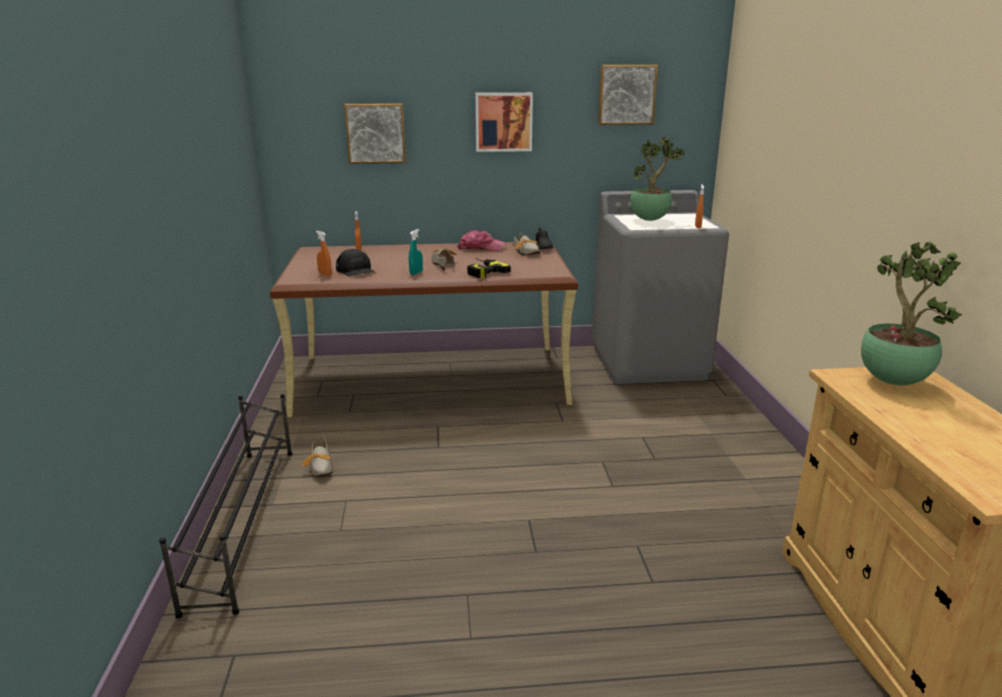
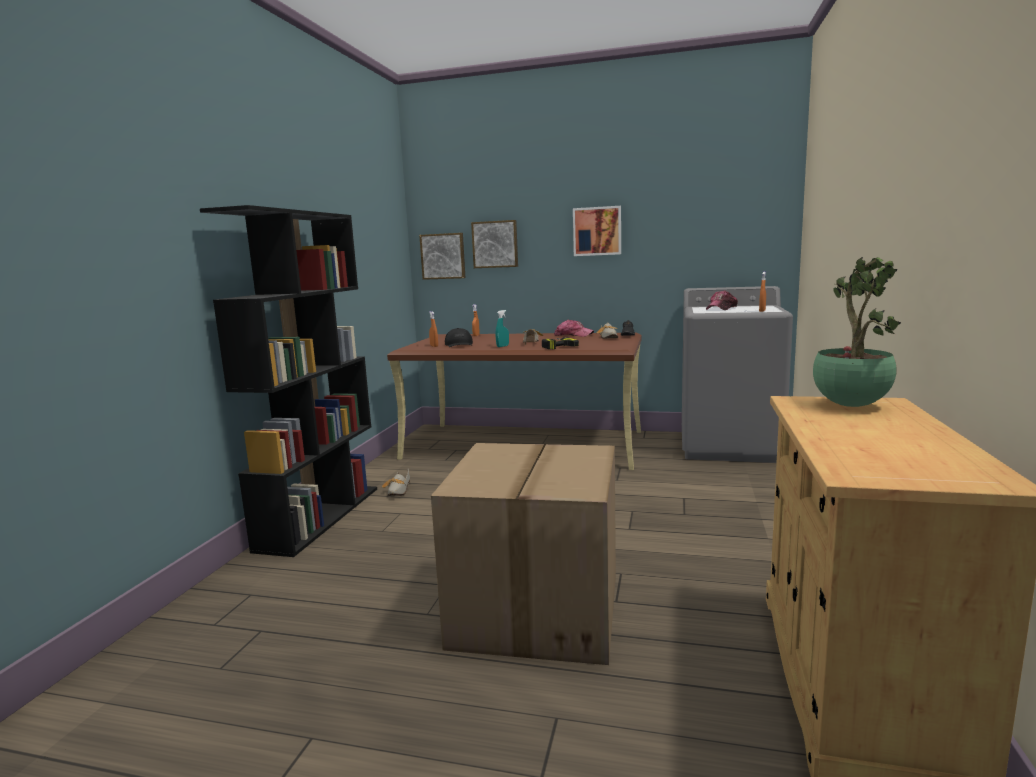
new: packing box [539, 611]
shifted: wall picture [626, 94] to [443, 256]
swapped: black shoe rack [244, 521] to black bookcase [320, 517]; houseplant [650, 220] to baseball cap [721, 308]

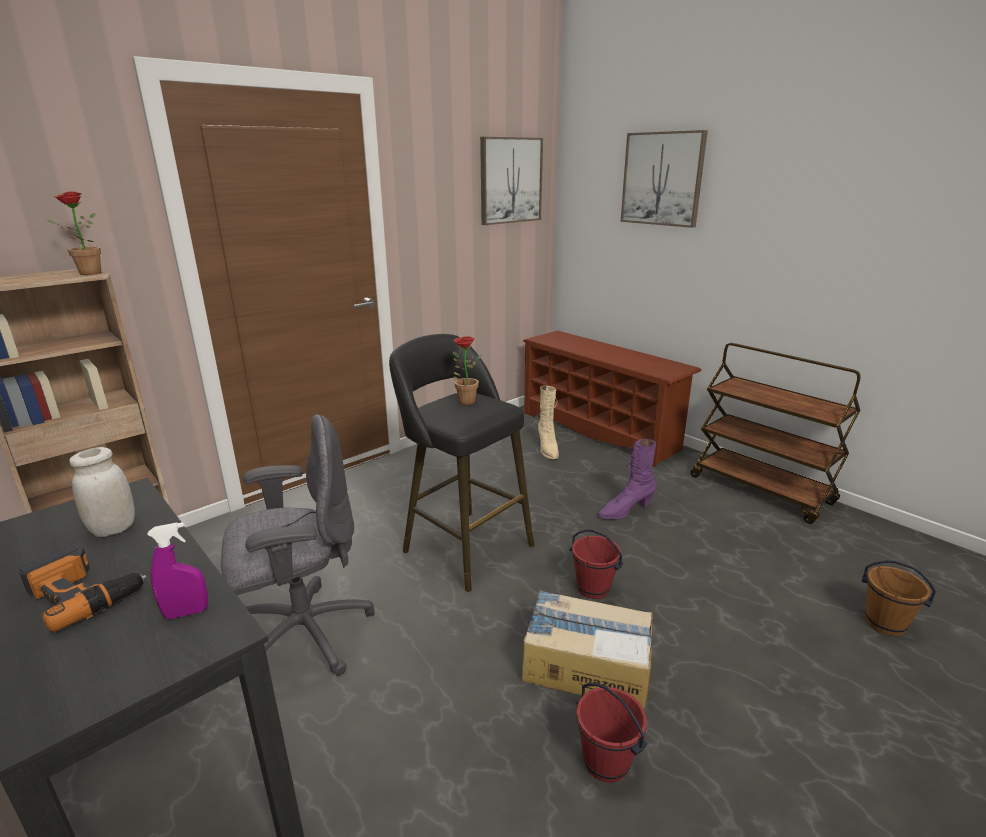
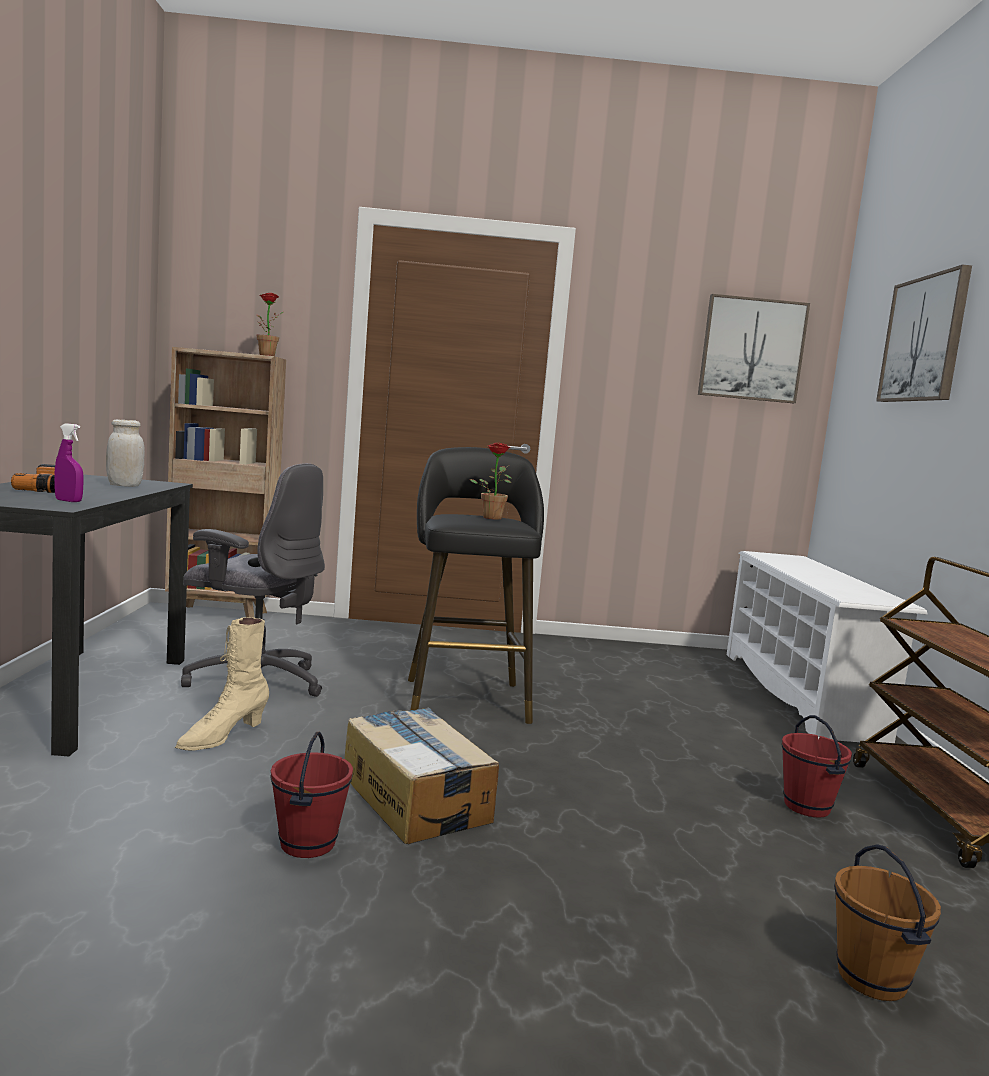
gone: purple-coloured boot [625, 511]
shifted: beige boot [547, 449] to [222, 737]; reddish bucket [593, 588] to [807, 807]
repainted: brown shoe rack [600, 430] to white shoe rack [801, 694]

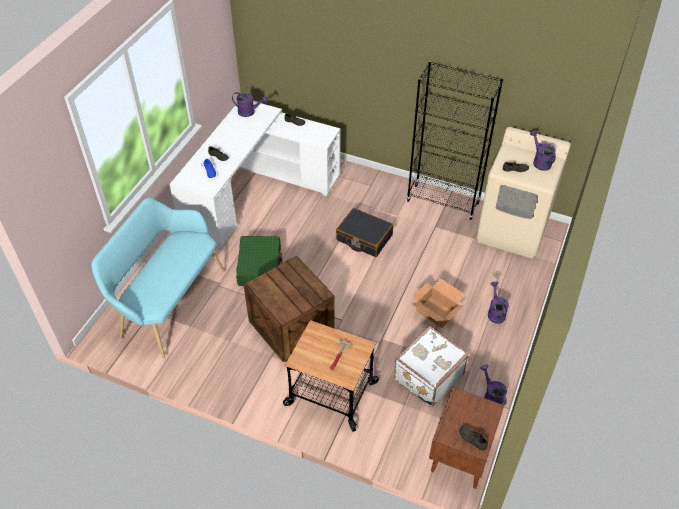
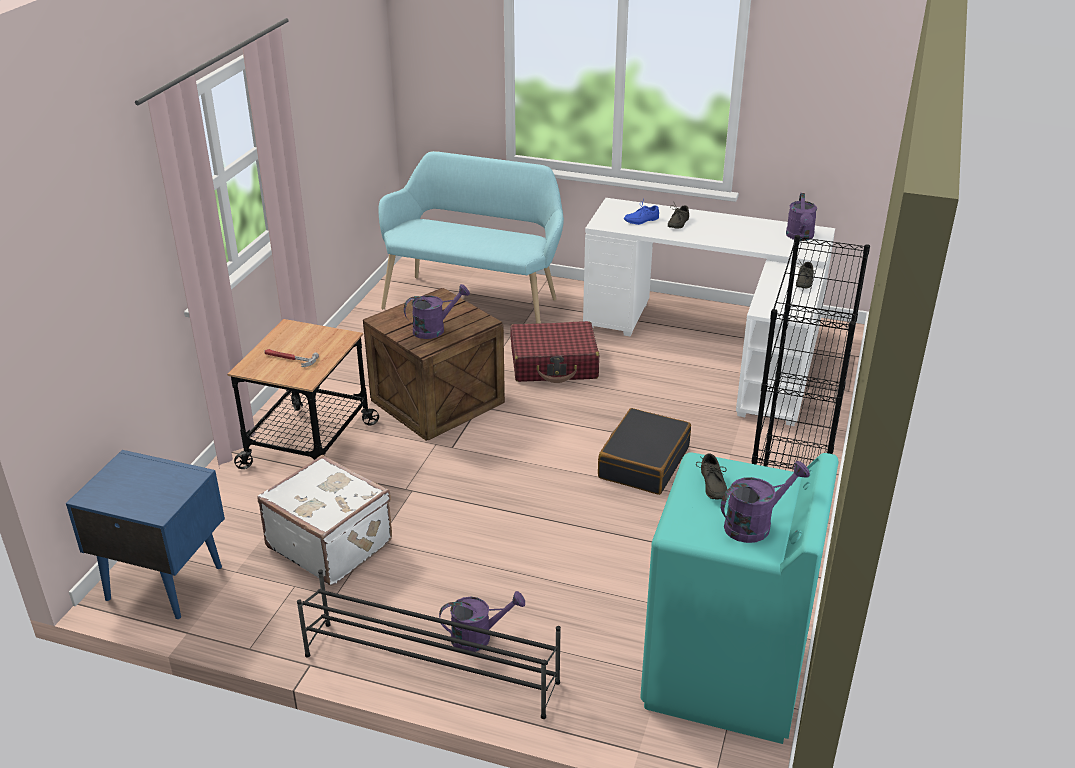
gone: packing box [436, 312]; greyish shoe [473, 438]
new: black shoe rack [430, 668]
shifted: purple-coloured watering can [491, 397] to [434, 329]
repainted: green suitcase [260, 266] to reddish suitcase [554, 364]; brown nightstand [459, 459] to bluish nightstand [163, 581]; beige laundry appliance [512, 230] to turquoise-coloured laundry appliance [725, 676]

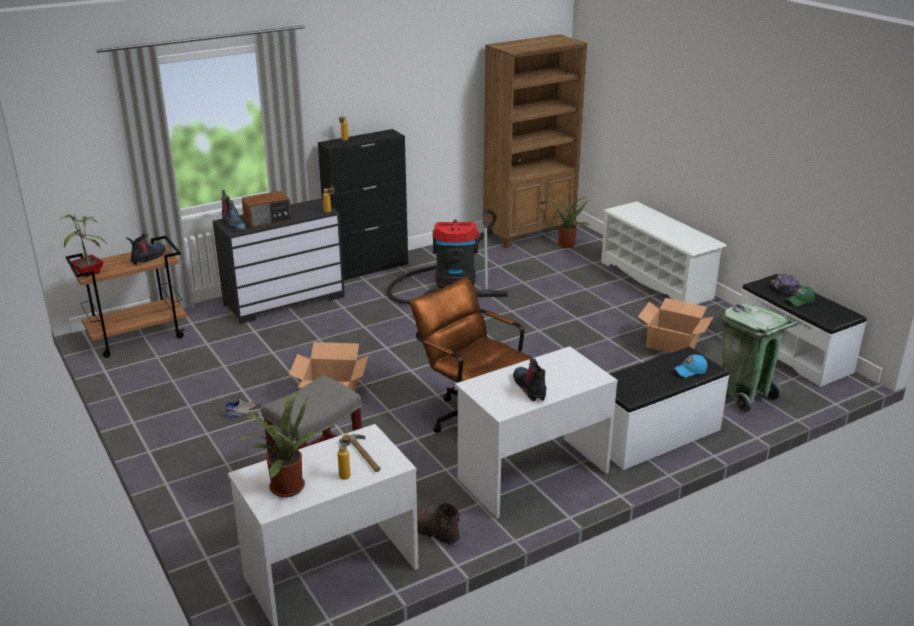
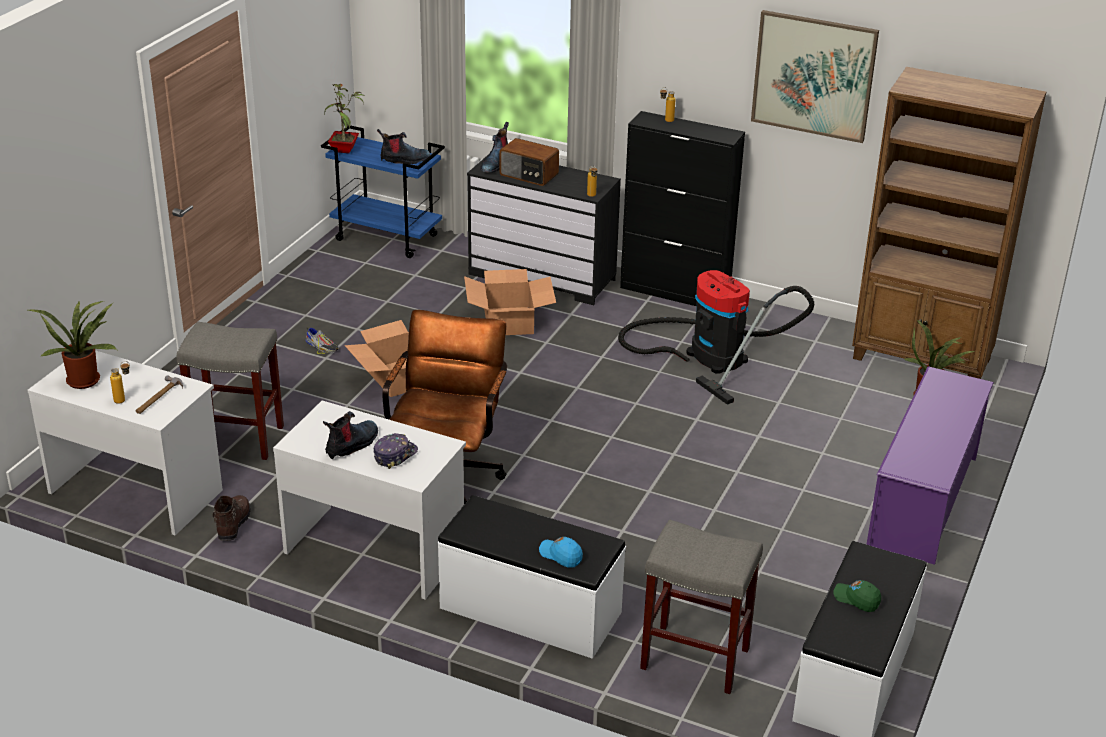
new: wall picture [813, 76]
shifted: packing box [672, 343] to [509, 321]; baseball cap [783, 288] to [395, 455]
swapped: green waste bin [744, 396] to greyish stool [693, 658]
repainted: brown cart [138, 337] to bluish cart [388, 238]; white shoe rack [656, 280] to purple-coloured shoe rack [923, 500]

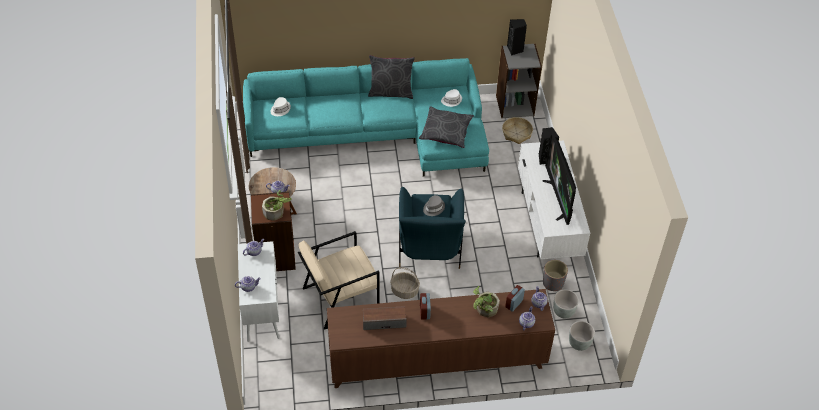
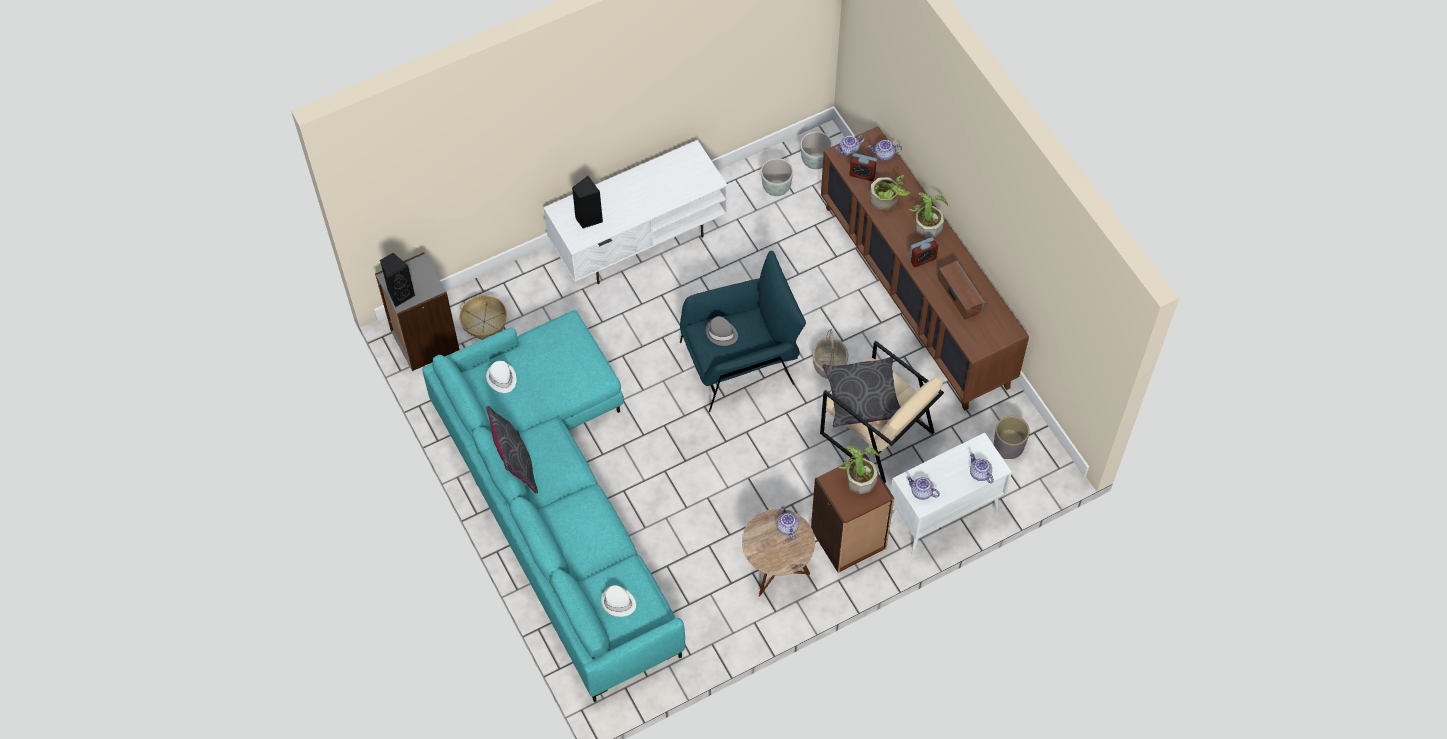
gone: TV set [559, 199]
new: houseplant [927, 224]
shifted: greyish throw pillow [446, 131] to [862, 397]; greyish flower pot [553, 283] to [1008, 446]

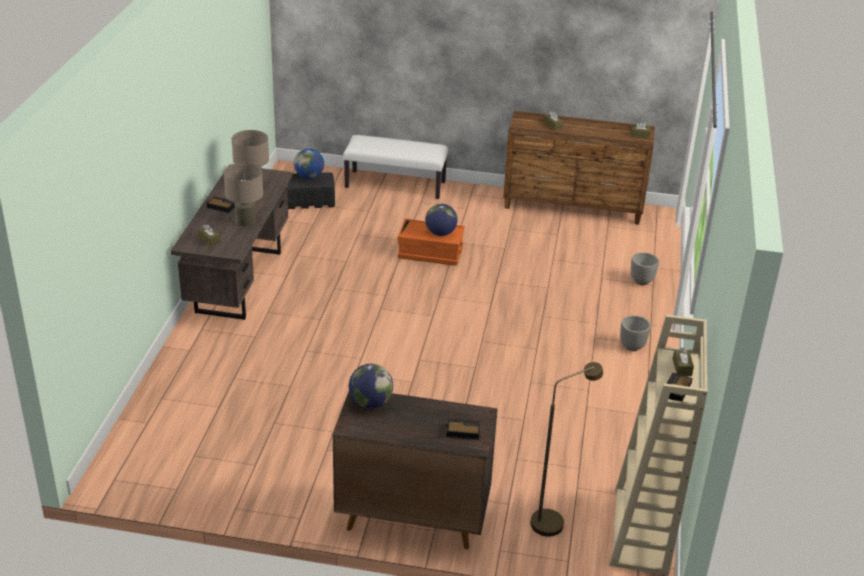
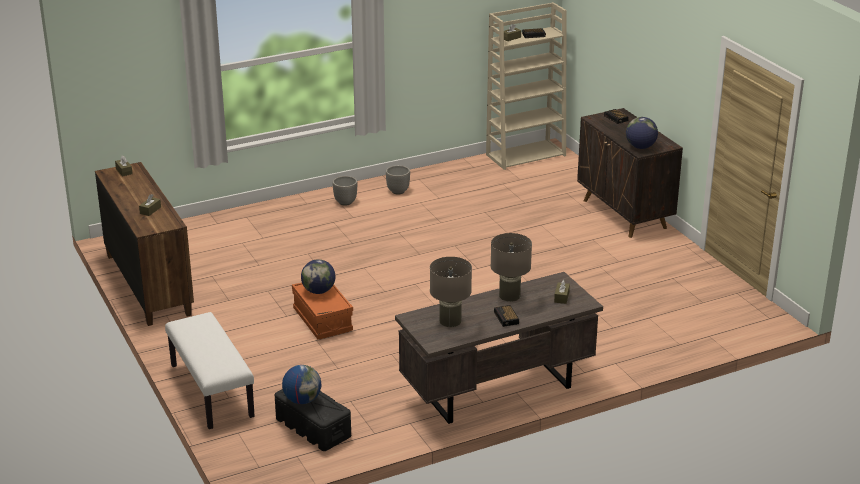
gone: brown standard lamp [553, 520]
shifted: flower pot [642, 281] to [398, 191]

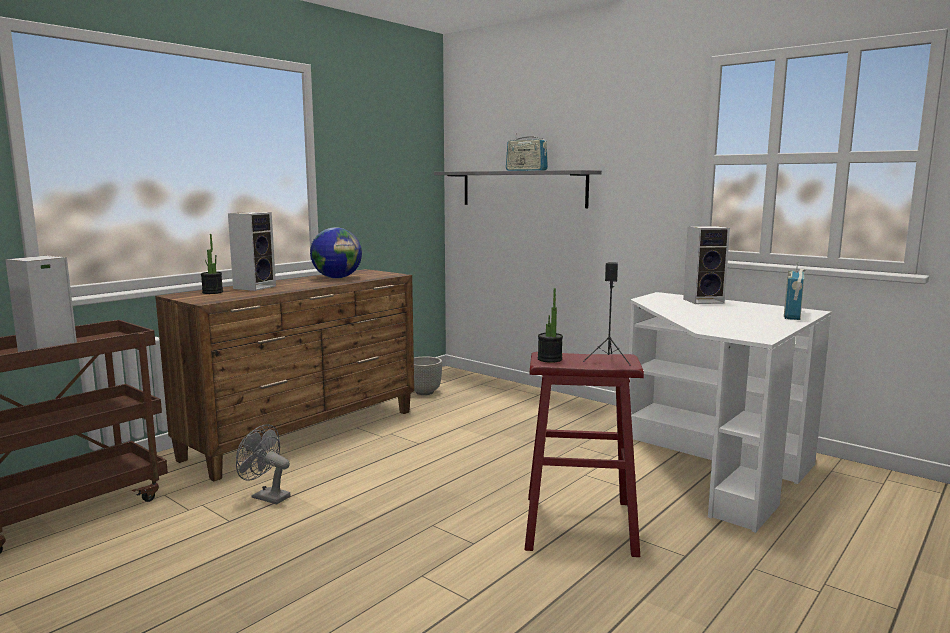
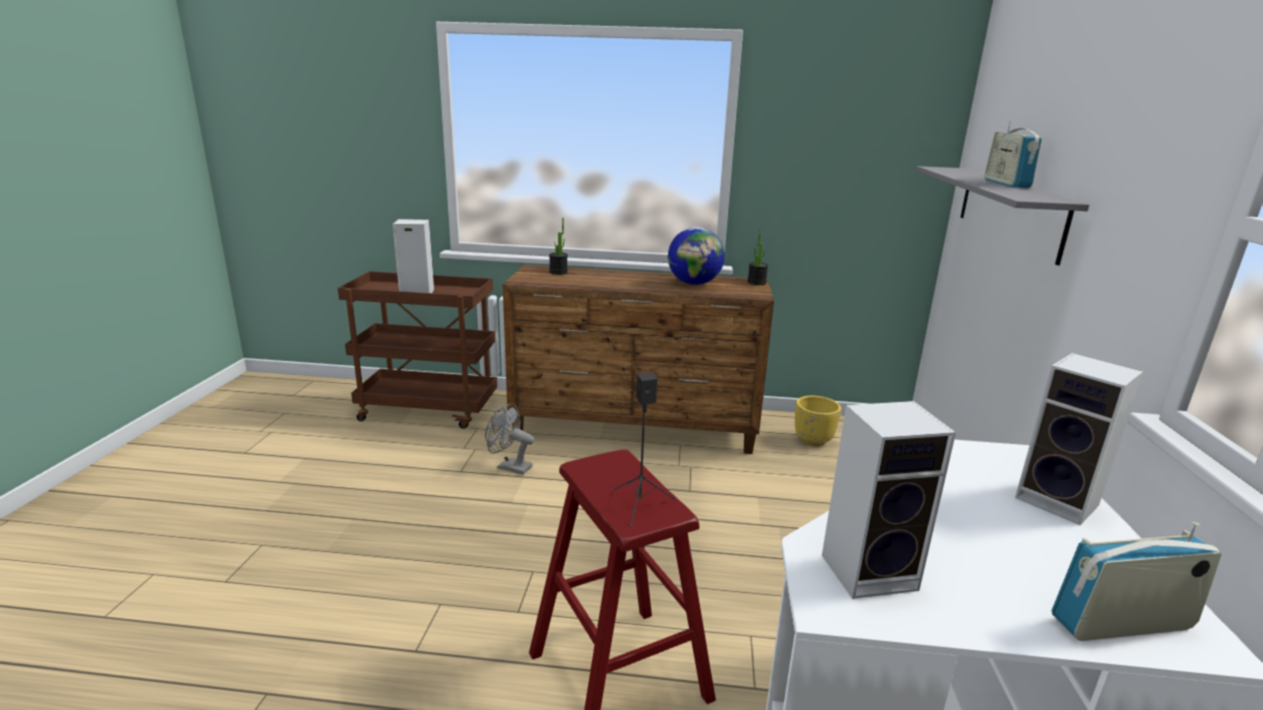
shifted: speaker [255, 287] to [871, 571]; houseplant [549, 359] to [756, 282]
repainted: greyish flower pot [424, 392] to yellow flower pot [813, 440]
rotated: greyish electric fan [266, 496] = [509, 467] 60 degrees counterclockwise

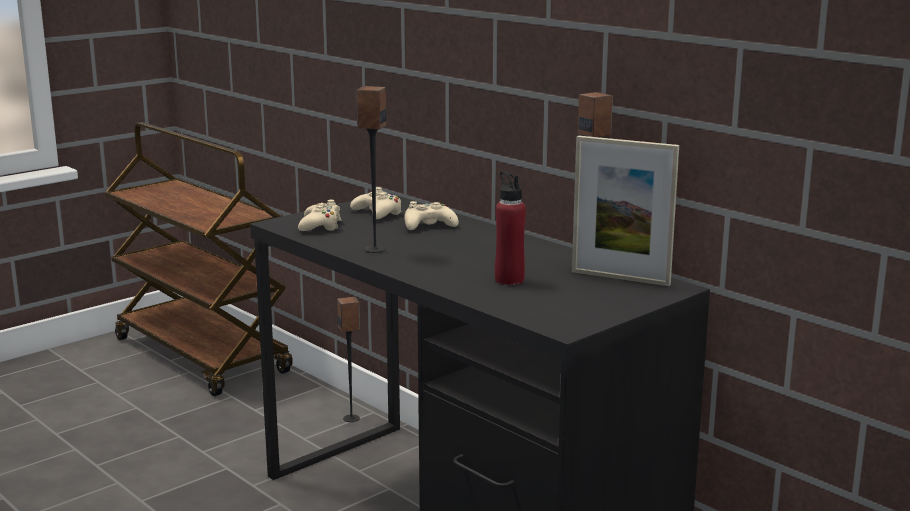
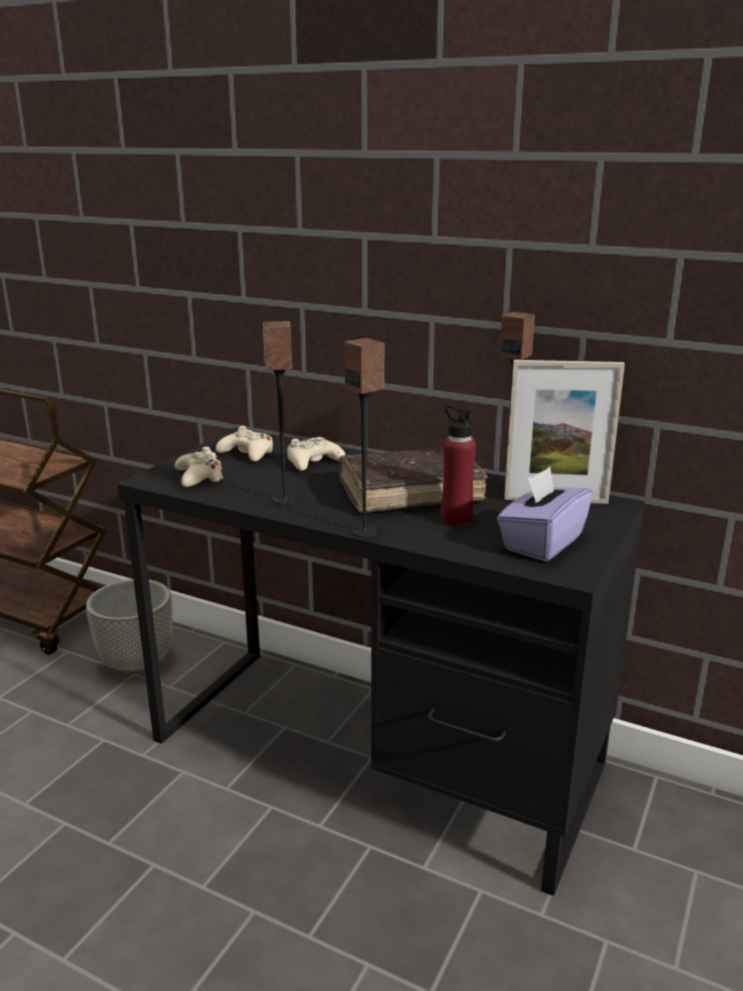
new: greyish flower pot [137, 662]; brown bound book [410, 492]; purple-coloured tissue holder [541, 543]
shifted: speaker [351, 418] to [365, 531]

